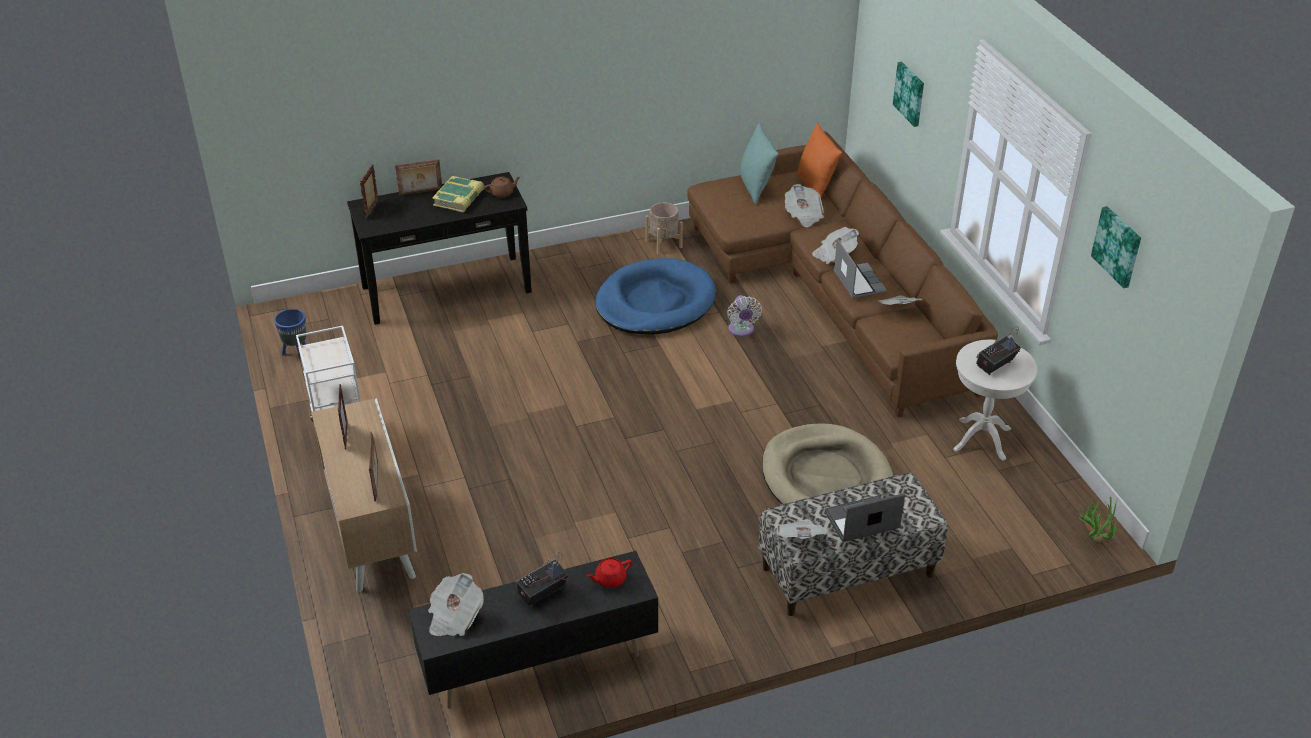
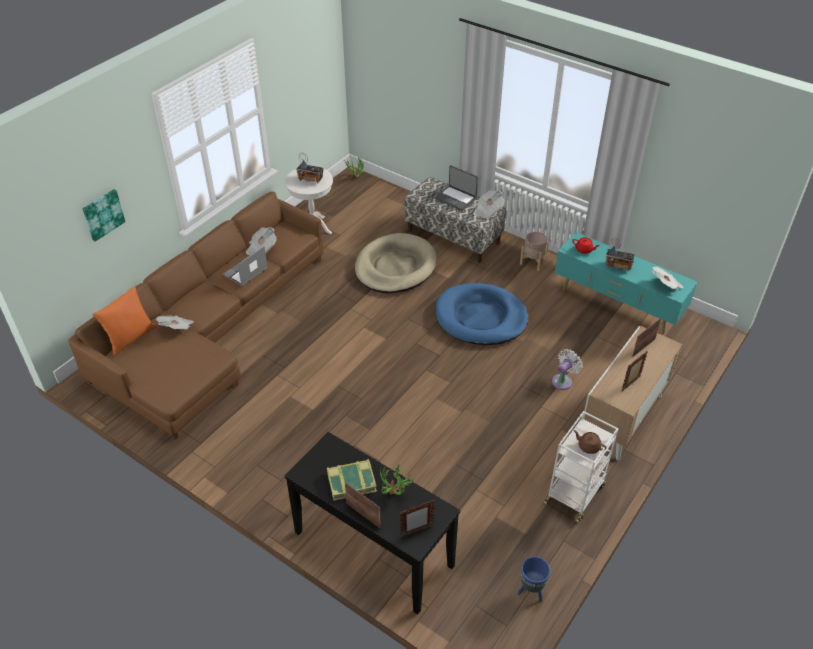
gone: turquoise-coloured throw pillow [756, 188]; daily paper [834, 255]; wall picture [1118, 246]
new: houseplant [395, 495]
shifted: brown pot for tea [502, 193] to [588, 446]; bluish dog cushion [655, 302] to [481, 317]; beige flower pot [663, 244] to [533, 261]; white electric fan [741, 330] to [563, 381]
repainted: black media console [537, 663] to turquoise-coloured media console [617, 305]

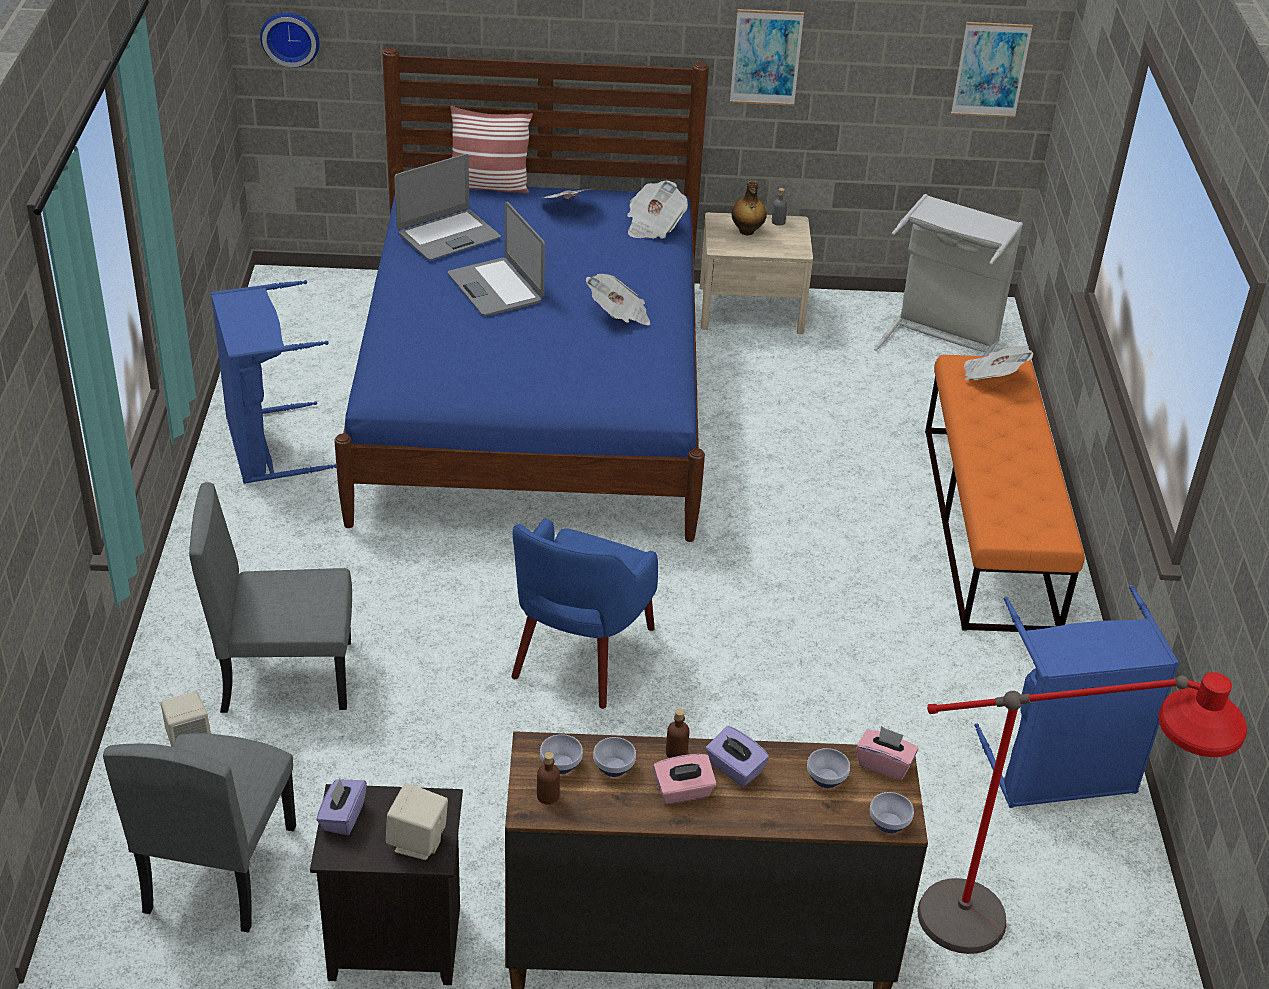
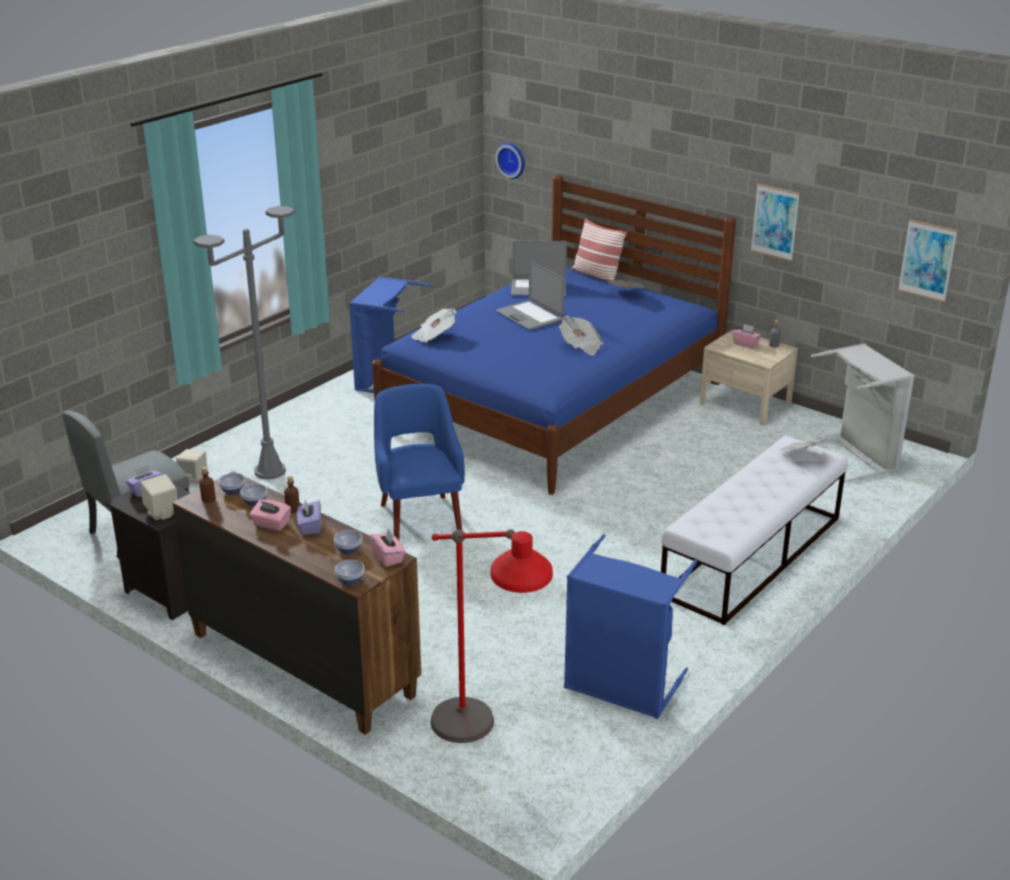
shifted: daily paper [653, 226] to [434, 336]
swapped: greyish chair [287, 675] to greyish standard lamp [269, 471]; drink bottle [747, 231] to pink-coloured tissue holder [746, 344]
repainted: orangey long seat [989, 527] to white long seat [752, 556]
rotated: laptop [496, 288] = [530, 316] 45 degrees counterclockwise; bluish armchair [580, 655] = [420, 519] 105 degrees clockwise

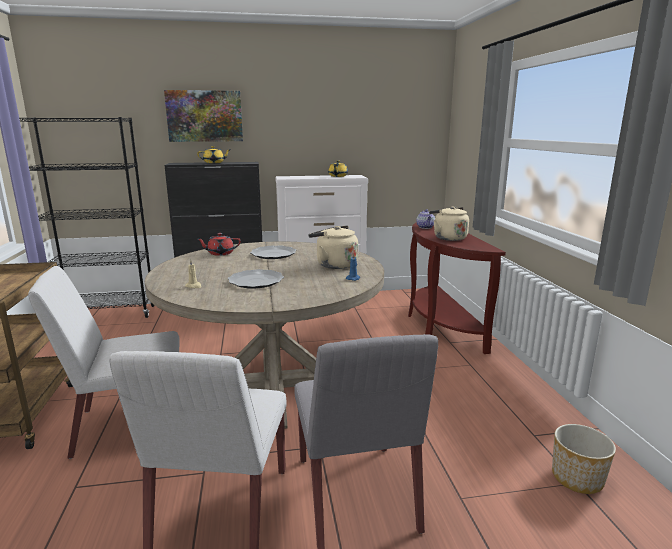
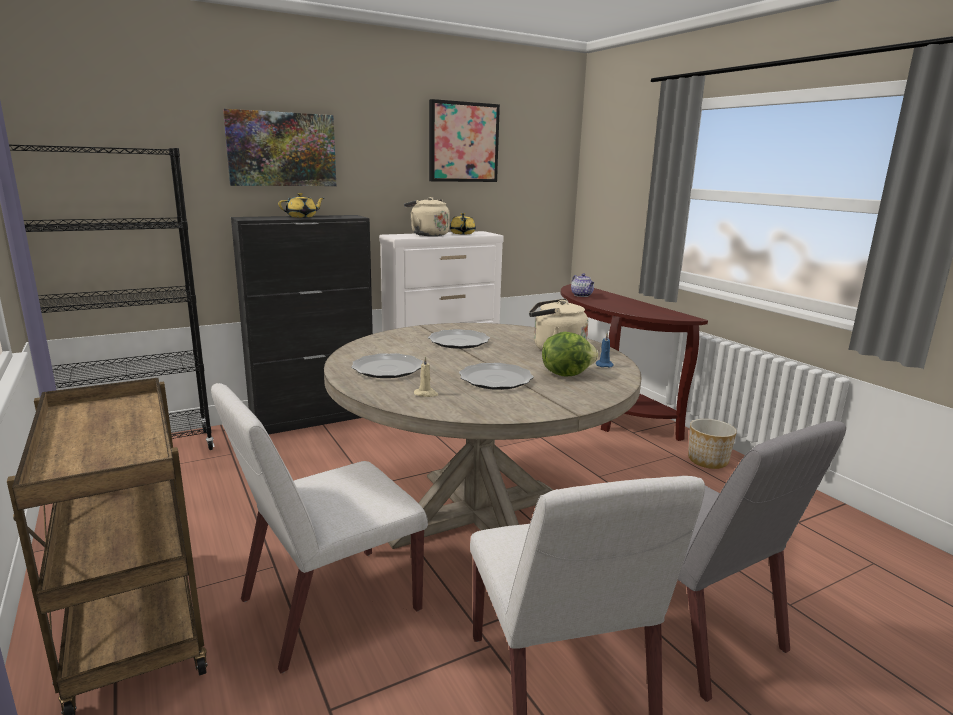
gone: reddish pot for tea [220, 253]
new: flat dish [387, 368]; wall picture [463, 142]; head of lettuce [566, 374]
shifted: beige kettle [448, 238] to [427, 234]; flower pot [577, 478] to [708, 460]

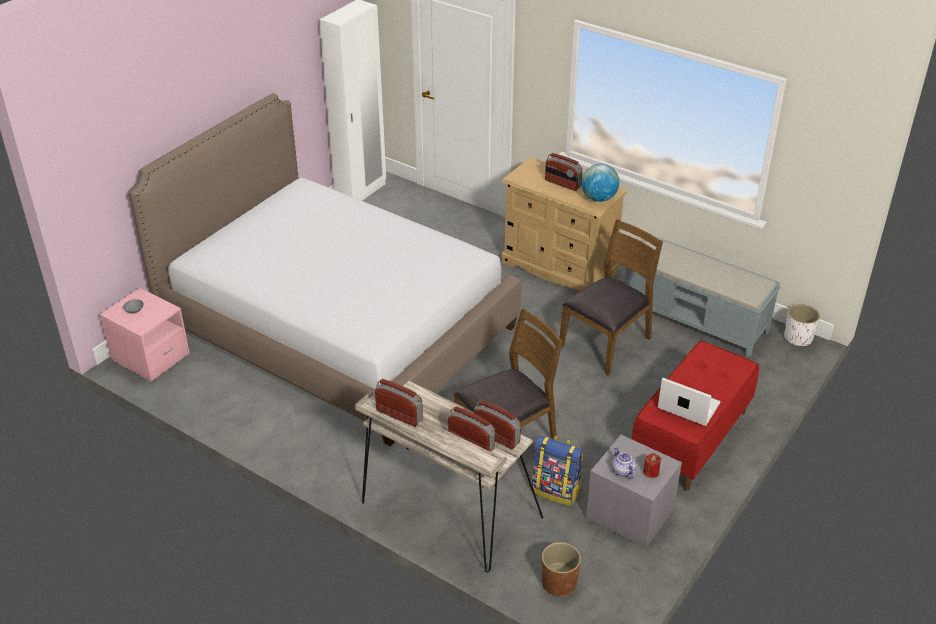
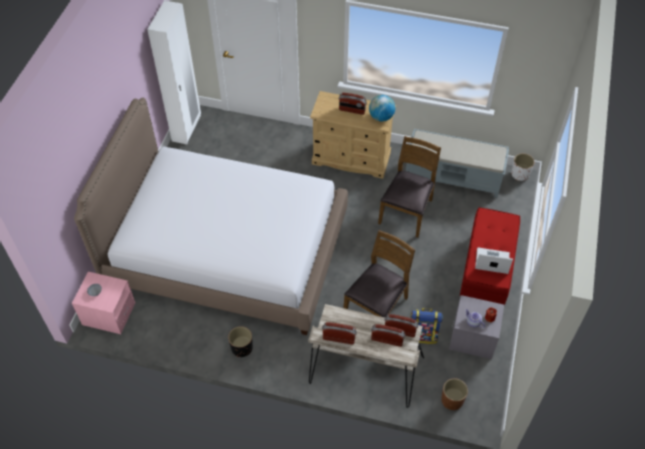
new: black flower pot [241, 348]

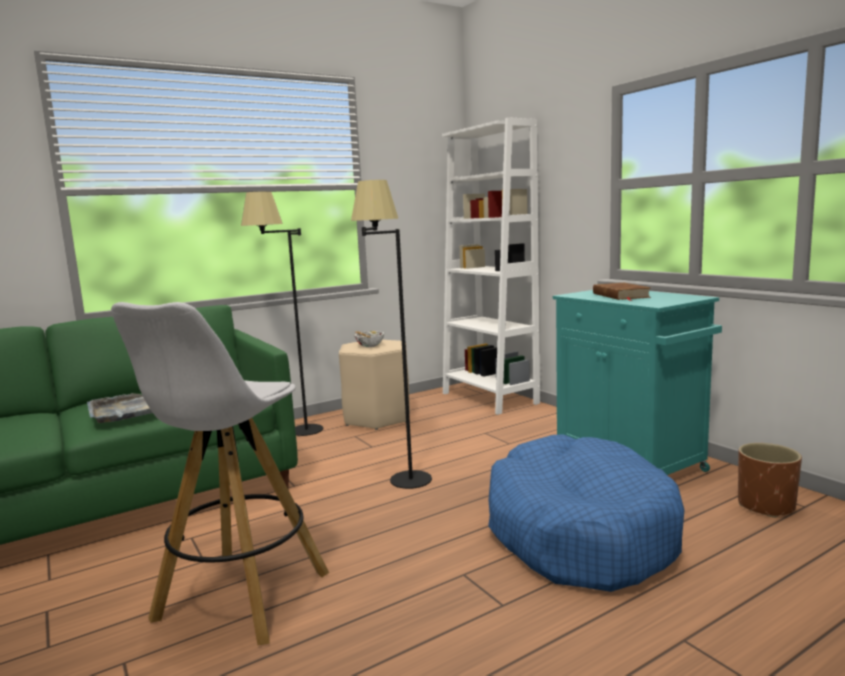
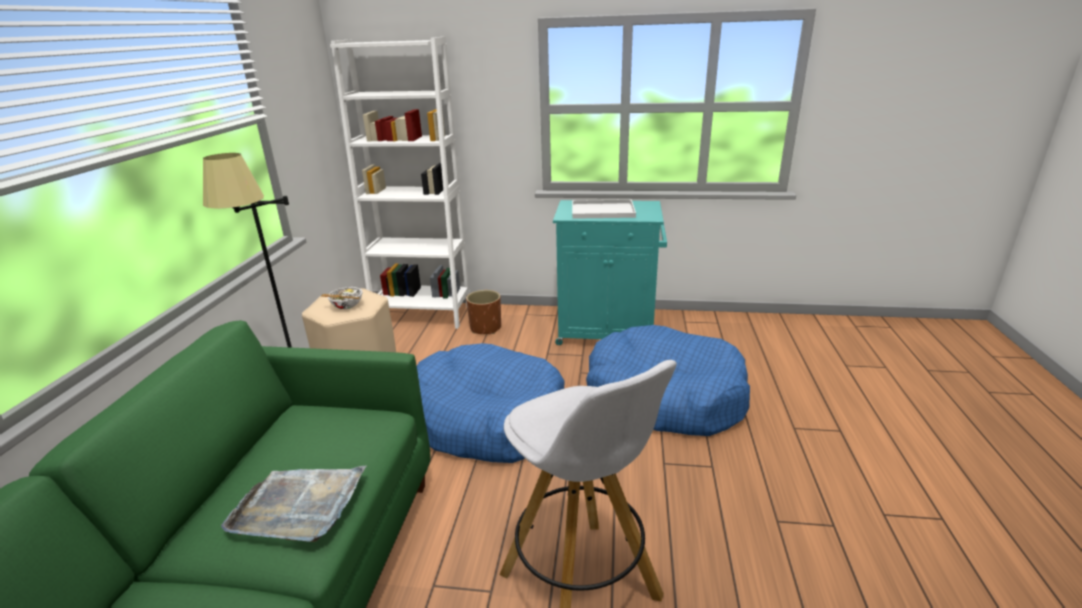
shifted: brown flower pot [766, 506] to [486, 328]
swapped: black standard lamp [398, 474] to bluish dog cushion [486, 419]; brown bound book [620, 295] to white tray [601, 211]

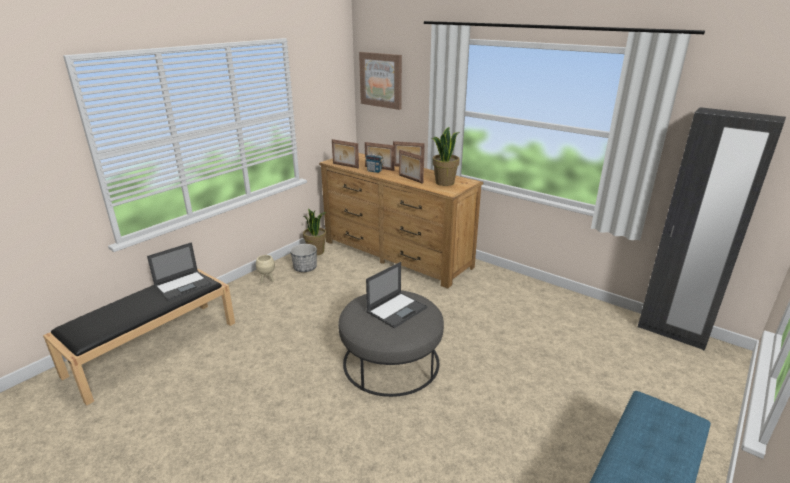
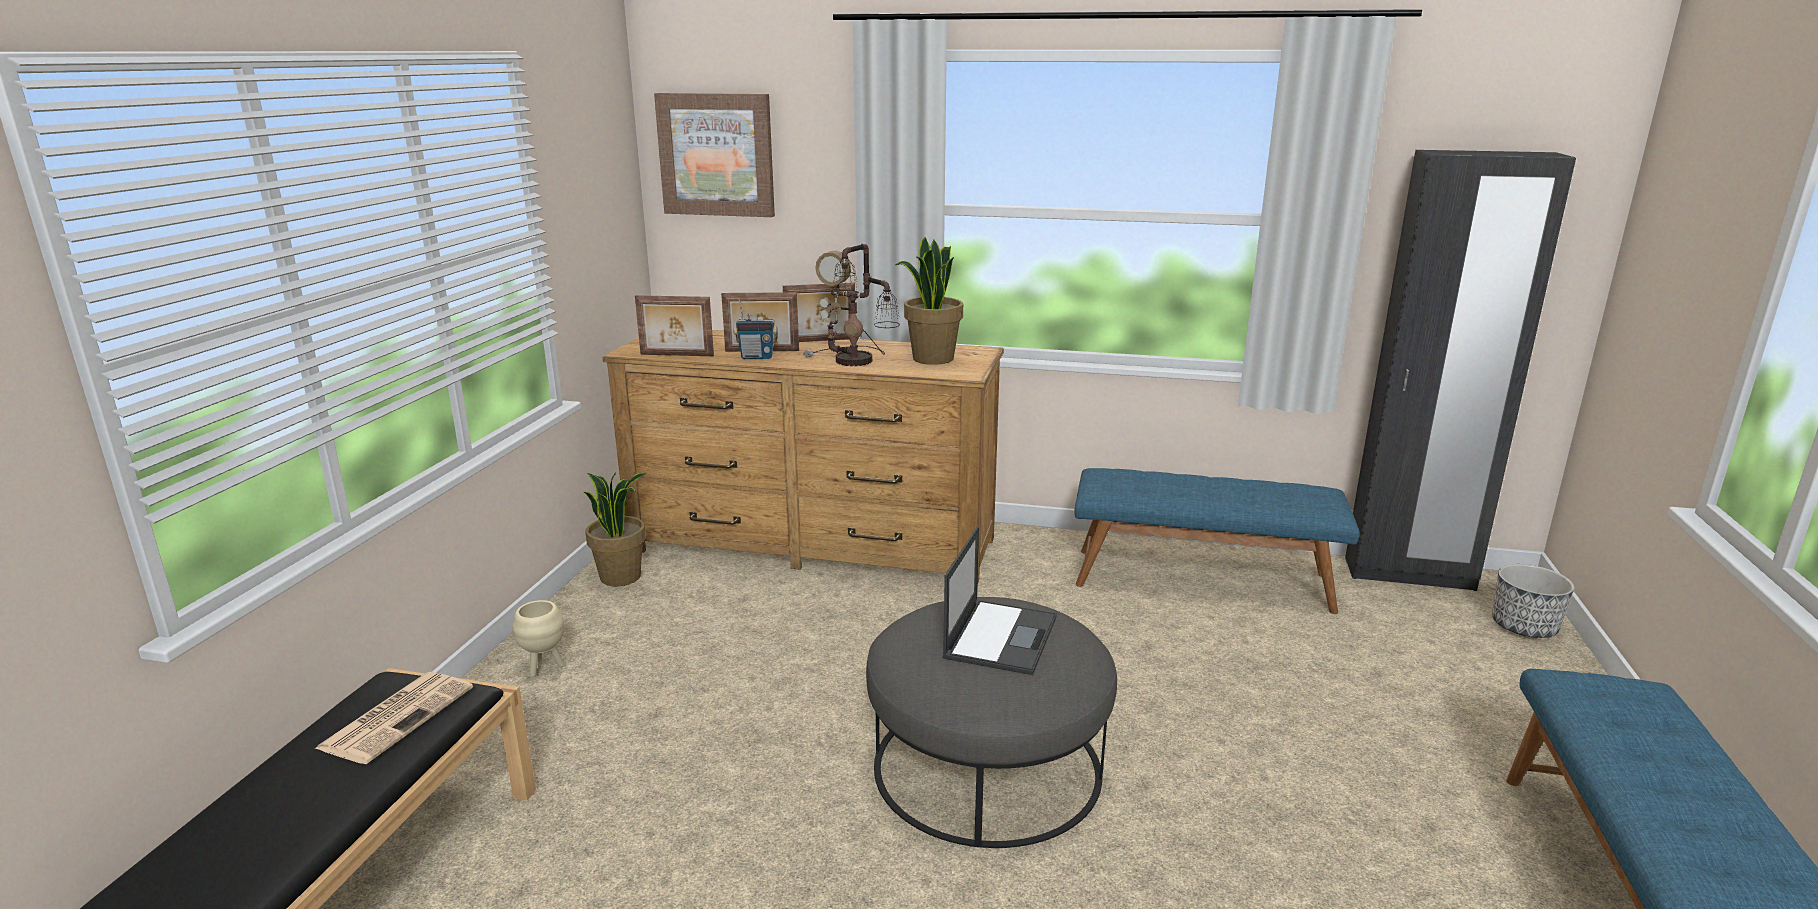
new: bluish long seat [1202, 579]
shifted: flower pot [305, 268] to [1524, 627]
swapped: laptop [183, 285] to daily paper [398, 716]; standing frame [410, 179] to lamp for a table [855, 362]

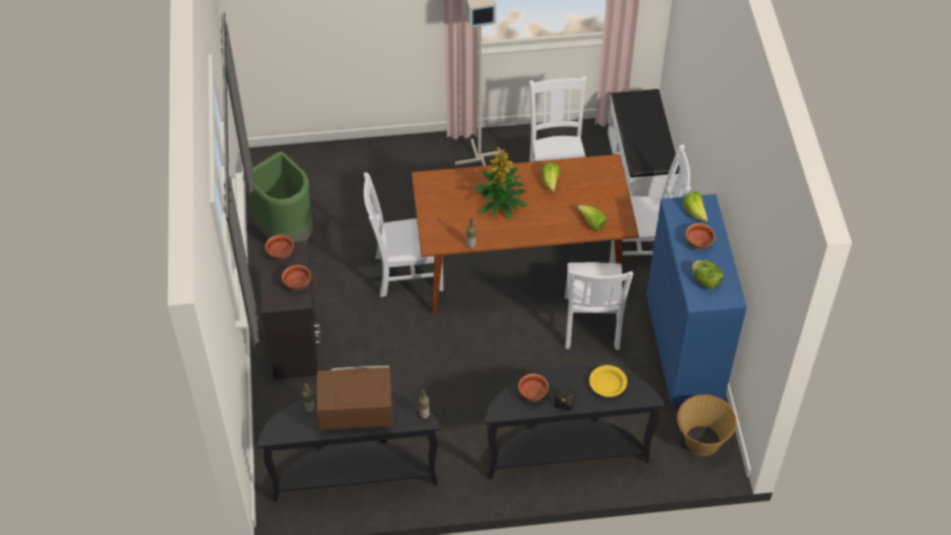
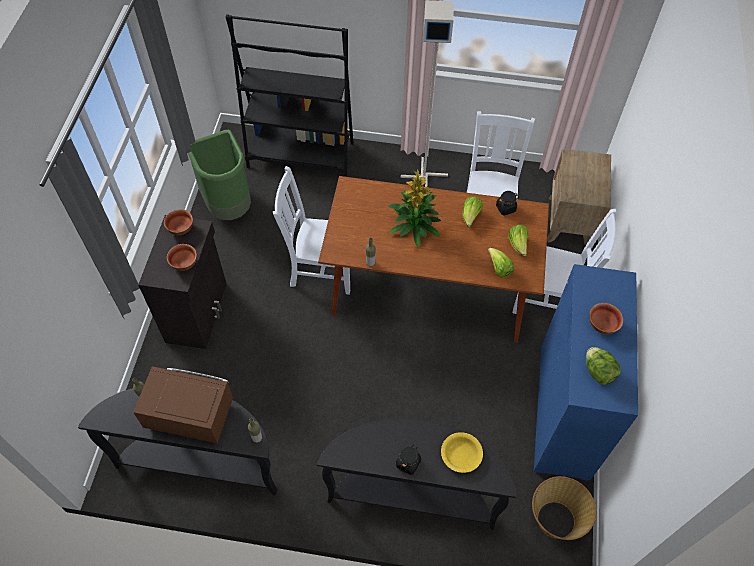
gone: serving bowl [532, 393]; white chair [591, 325]
new: black bookcase [300, 155]; black storage jar [506, 208]
shifted: head of lettuce [695, 212] to [518, 245]
swapped: white long seat [640, 171] to brown nightstand [570, 221]

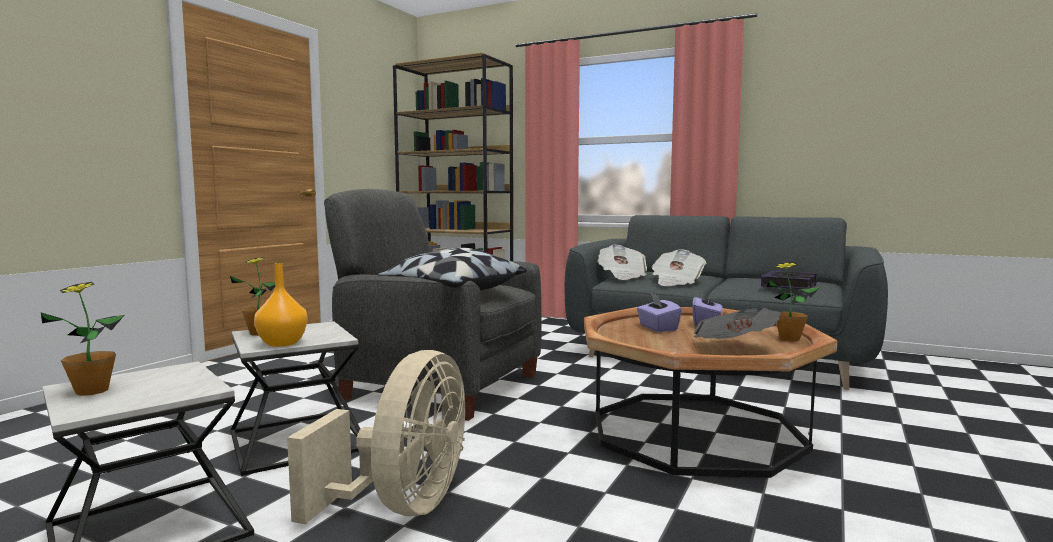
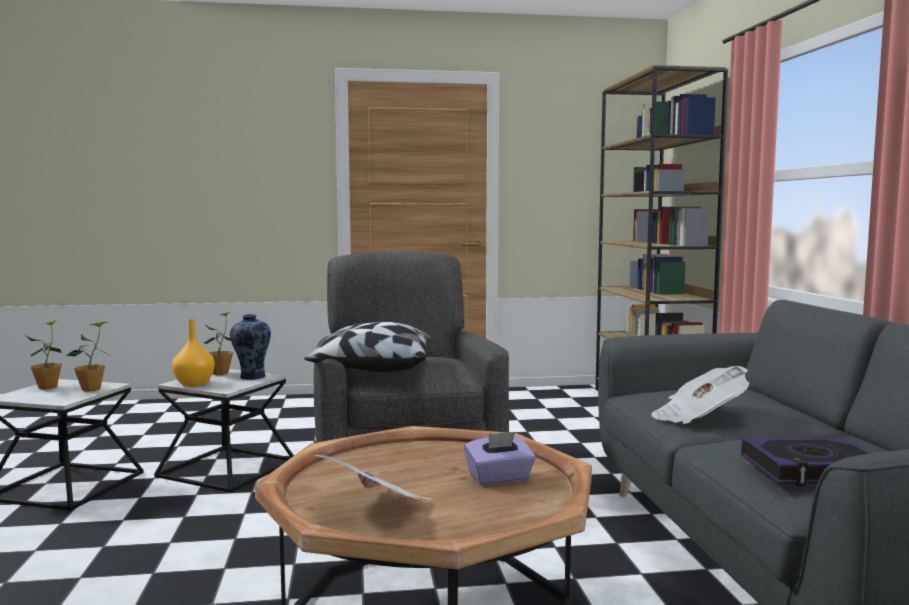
gone: beige electric fan [403, 506]; daily paper [622, 276]; purple-coloured tissue holder [657, 328]
new: vase [251, 377]
shifted: houseplant [789, 339] to [91, 389]

